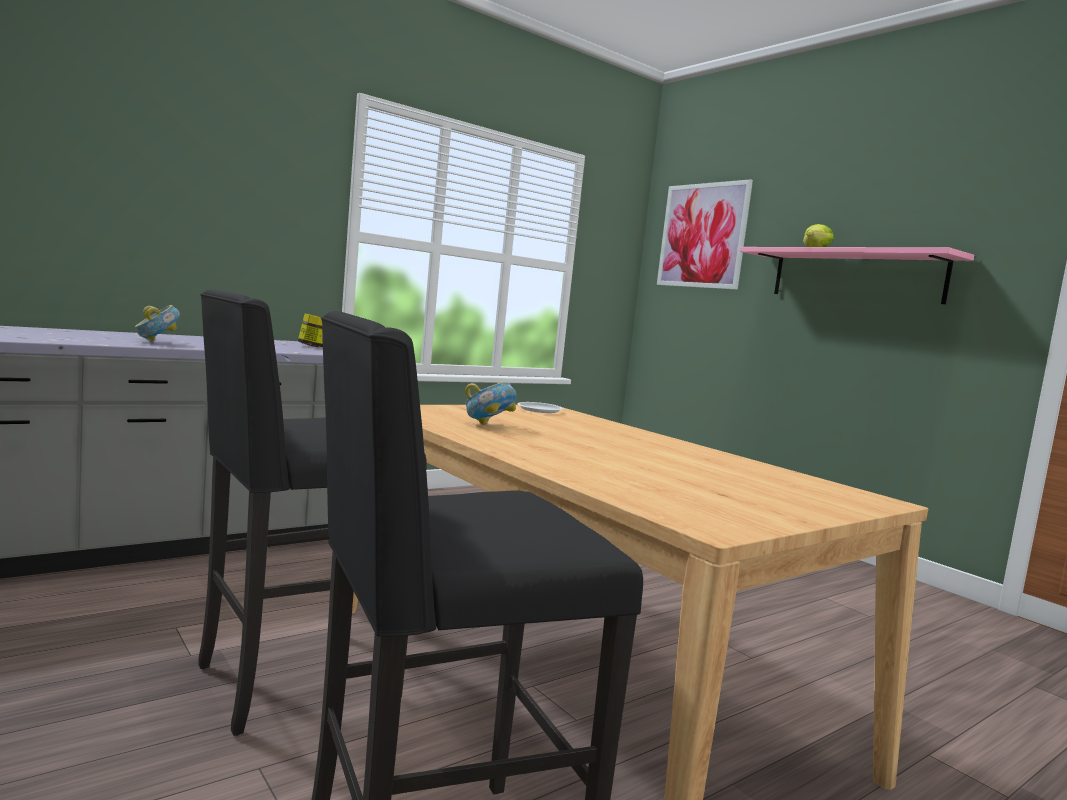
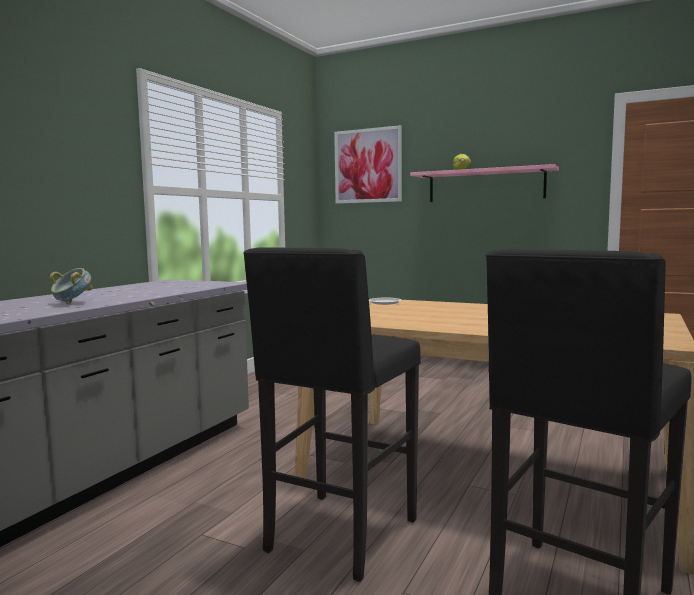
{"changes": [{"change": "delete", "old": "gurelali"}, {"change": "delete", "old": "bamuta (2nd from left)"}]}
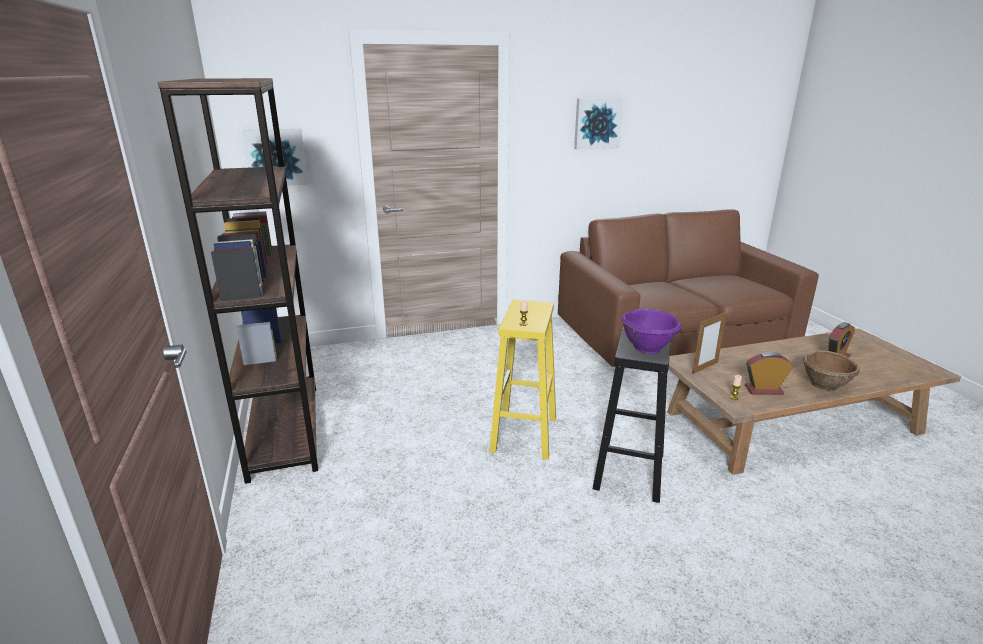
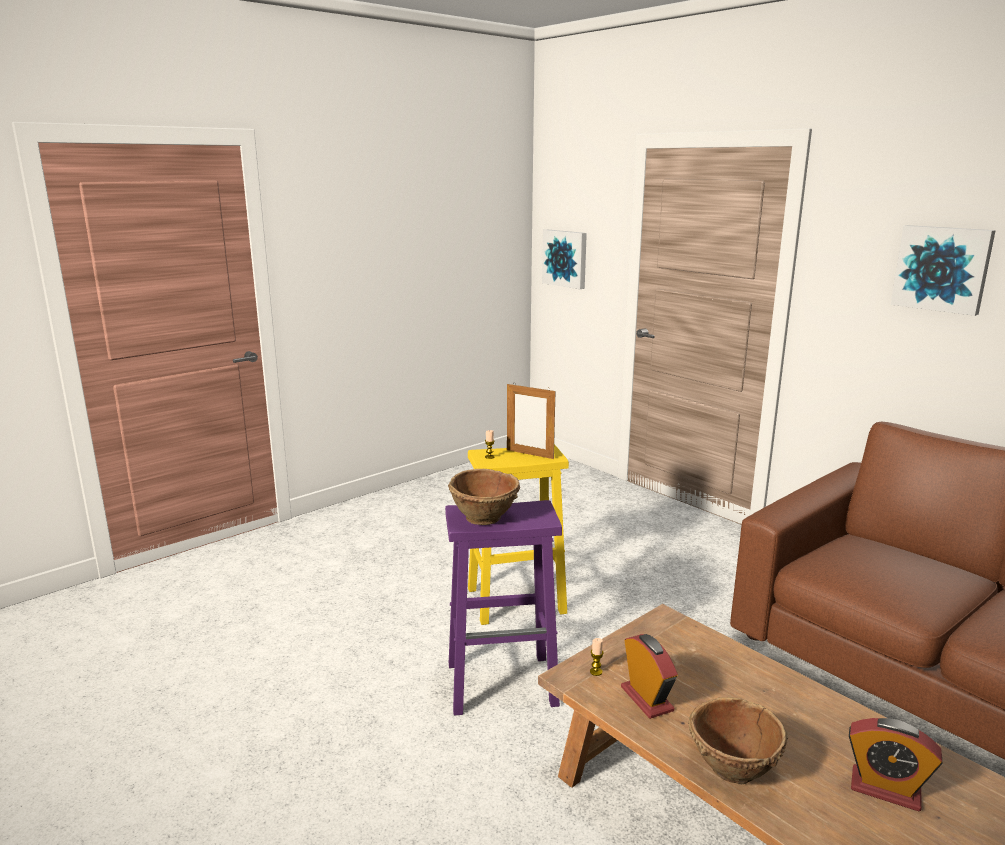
{"changes": [{"change": "delete", "old": "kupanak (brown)"}, {"change": "recolor", "old": "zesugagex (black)", "new": "zesugagex (purple)"}, {"change": "recolor", "old": "bamuta (purple)", "new": "bamuta (brown) (1st from left)"}, {"change": "move", "old": "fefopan"}]}
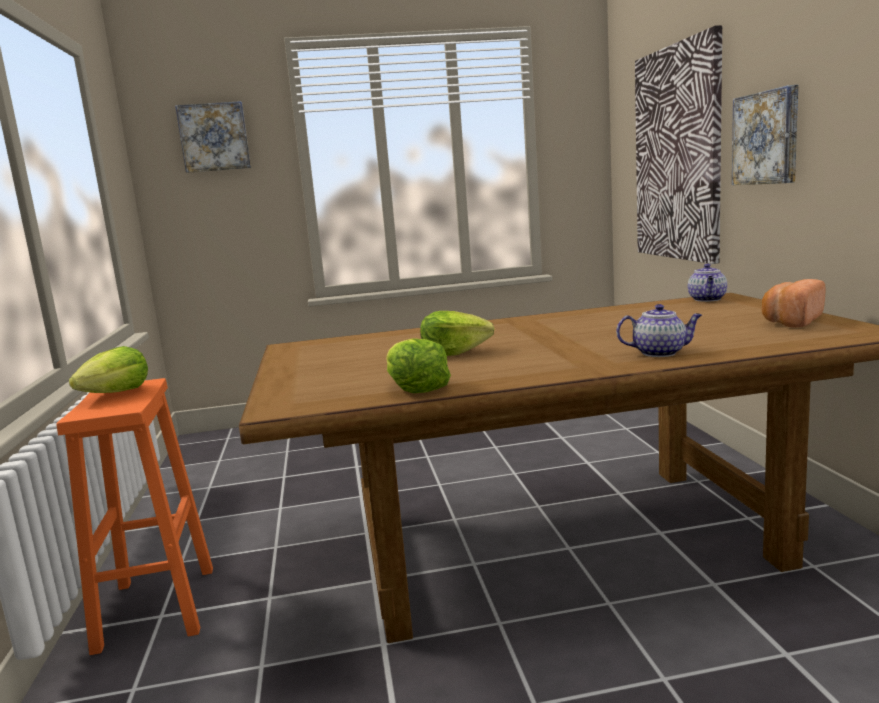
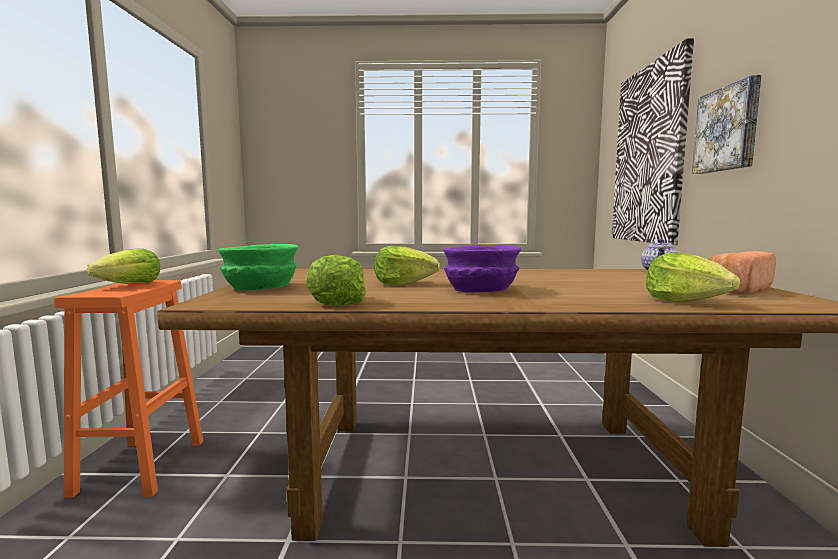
{"changes": [{"change": "delete", "old": "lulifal (1st from left)"}, {"change": "delete", "old": "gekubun (1st from left)"}, {"change": "insert", "new": "bamuta (green)"}, {"change": "insert", "new": "bamuta (purple)"}, {"change": "insert", "new": "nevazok (4th from left)"}]}
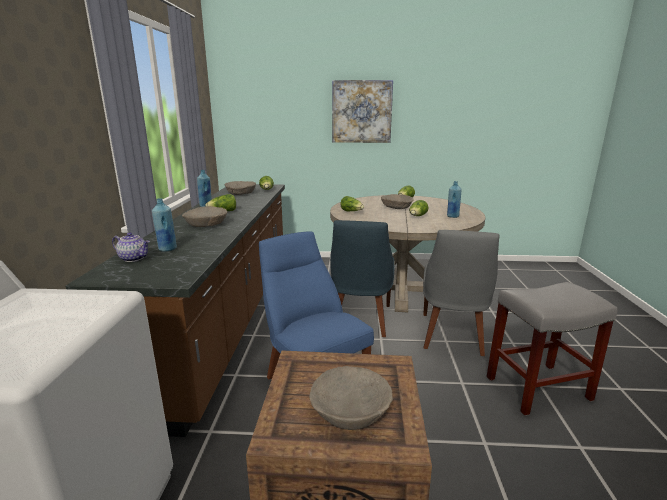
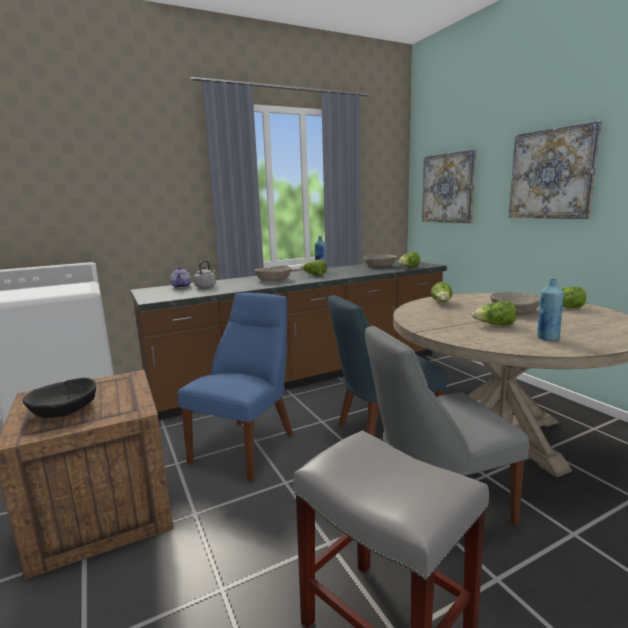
{"changes": [{"change": "replace", "old": "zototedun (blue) (1st from left)", "new": "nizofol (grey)"}, {"change": "recolor", "old": "bamuta (beige) (3rd from left)", "new": "bamuta (black)"}, {"change": "insert", "new": "lulifal (1st from left)"}]}
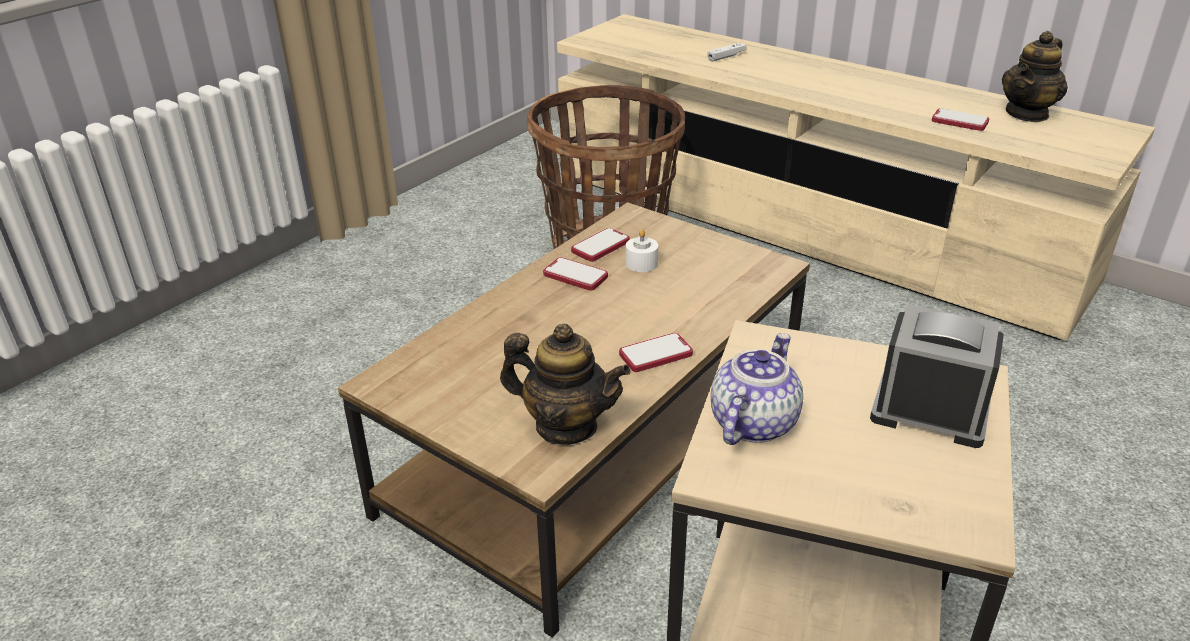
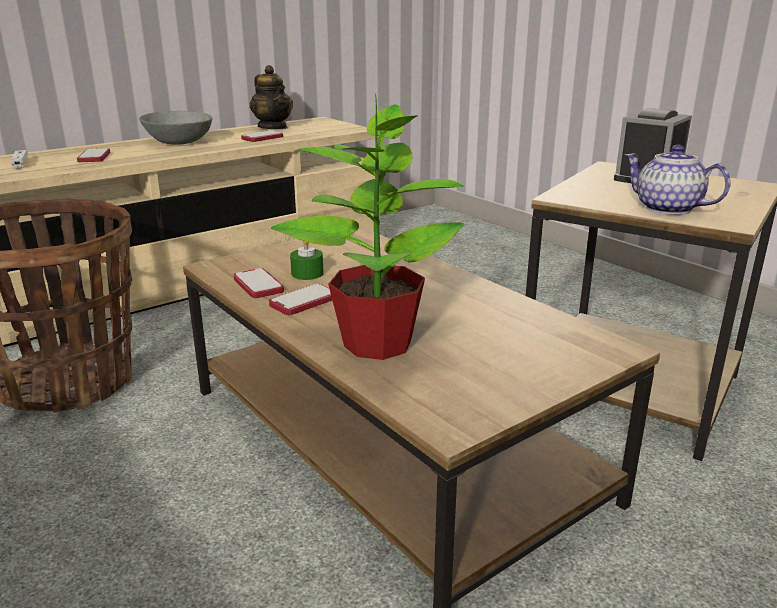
{"changes": [{"change": "delete", "old": "gekubun (1st from left)"}, {"change": "move", "old": "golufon (3rd from left in the first image)", "new": "golufon (1st from left)"}, {"change": "recolor", "old": "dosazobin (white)", "new": "dosazobin (green)"}, {"change": "insert", "new": "bamuta (grey)"}, {"change": "insert", "new": "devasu"}]}
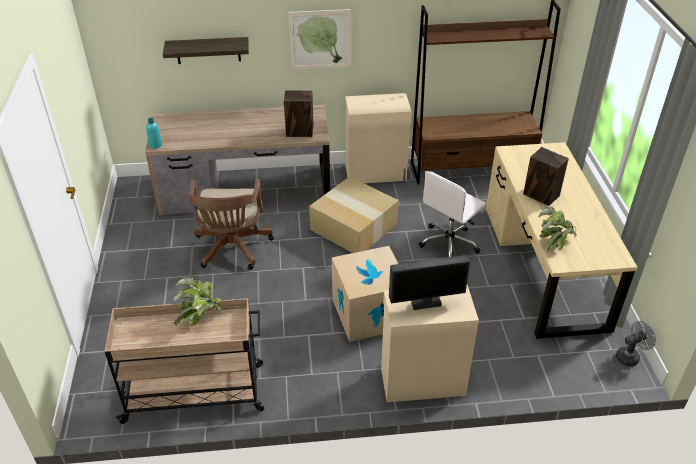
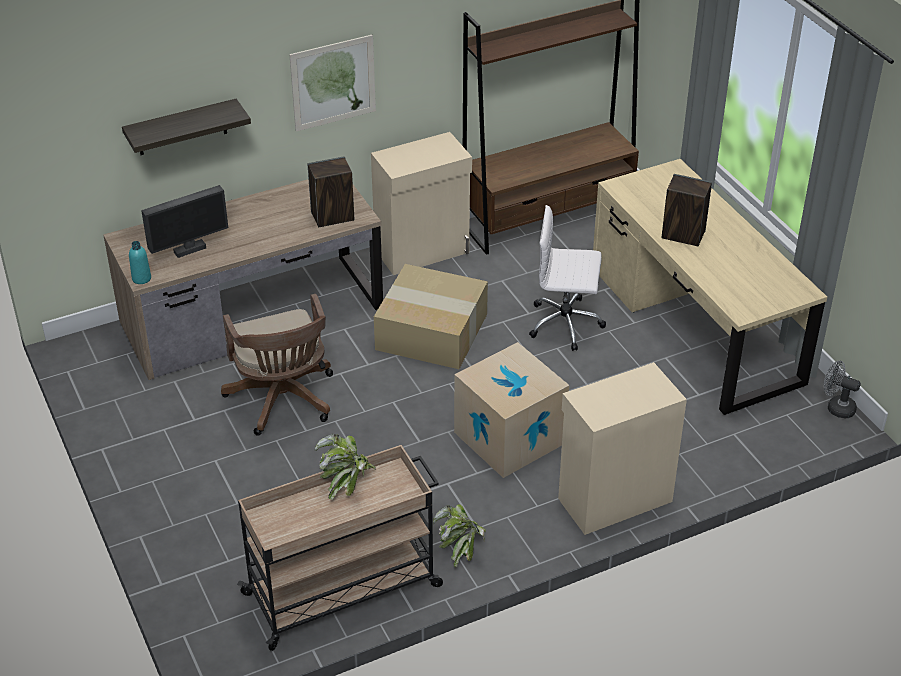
{"changes": [{"change": "move", "old": "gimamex"}, {"change": "rotate", "old": "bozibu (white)", "degrees": 75}, {"change": "move", "old": "devasu (2nd from left)"}, {"change": "rotate", "old": "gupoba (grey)", "degrees": -105}]}
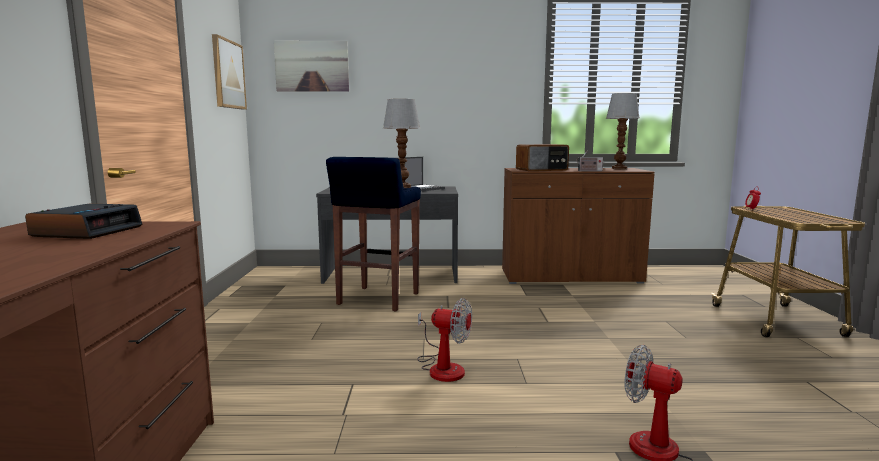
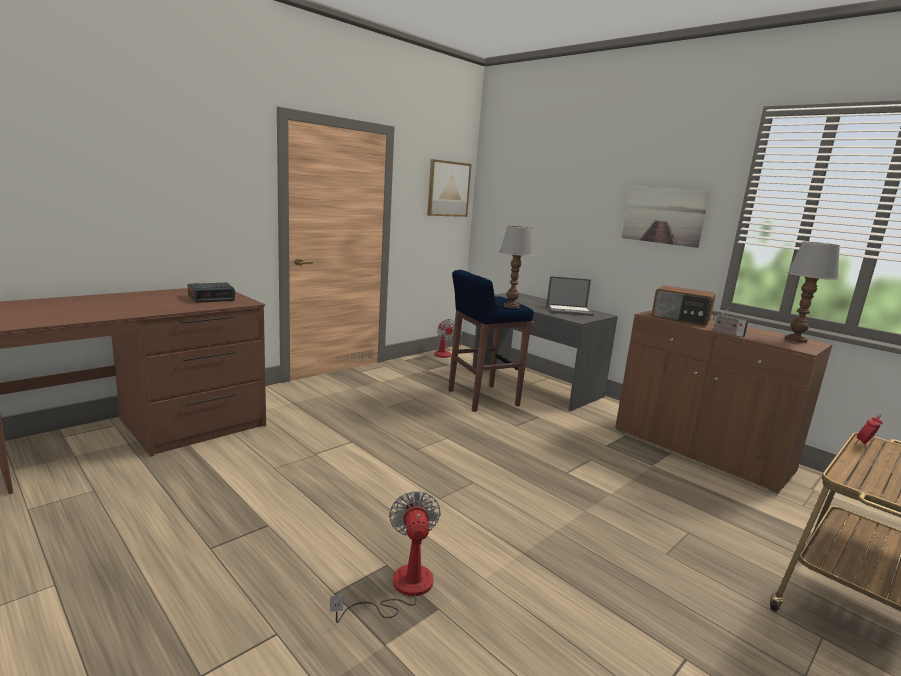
{"changes": [{"change": "move", "old": "lulifal (2nd from left)"}, {"change": "move", "old": "gupoba (1st from left in the first image)", "new": "gupoba (2nd from left)"}]}
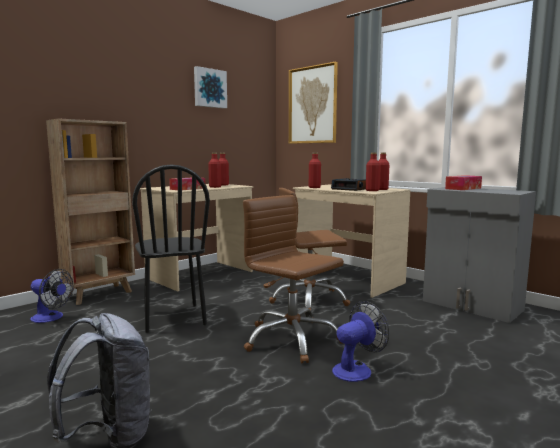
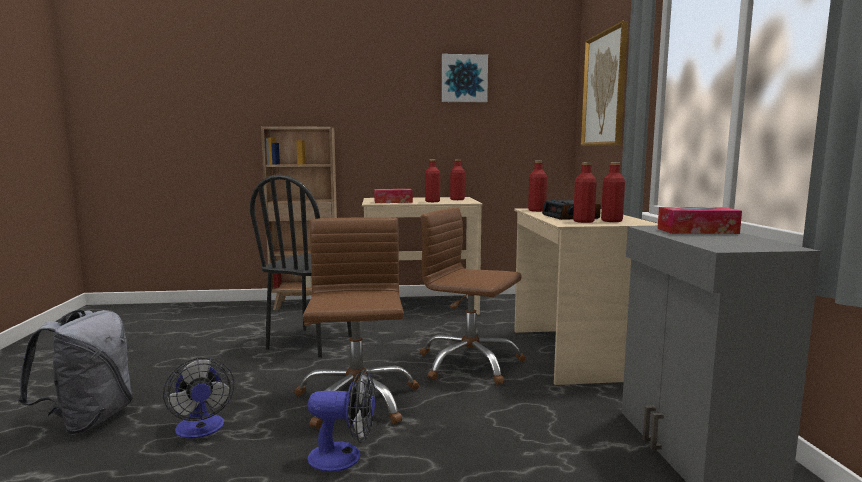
{"changes": [{"change": "move", "old": "gupoba (1st from left)"}]}
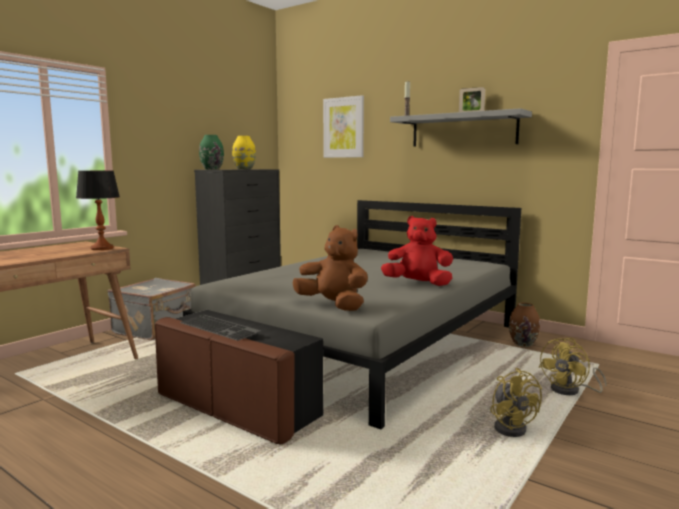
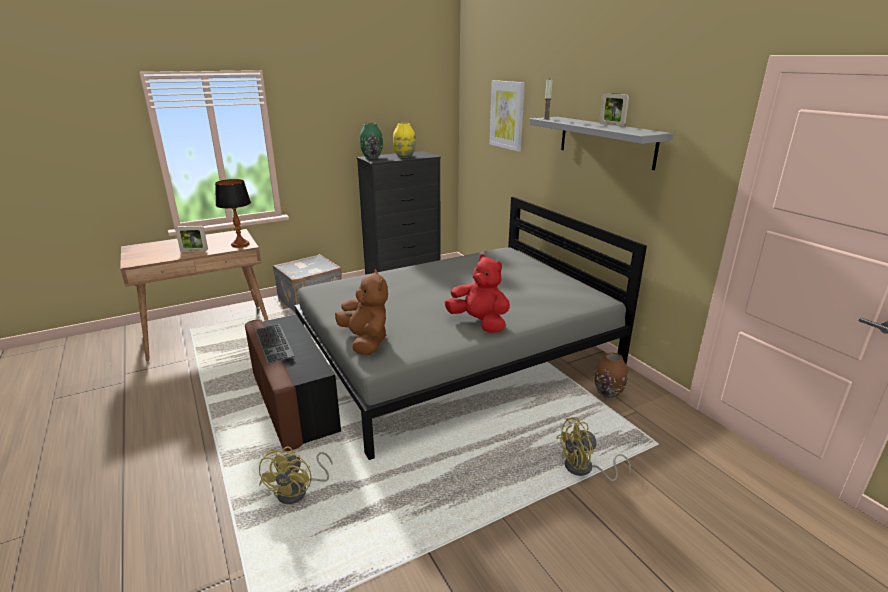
{"changes": [{"change": "move", "old": "gupoba (yellow) (1st from left)"}, {"change": "insert", "new": "fefopan (1st from left)"}]}
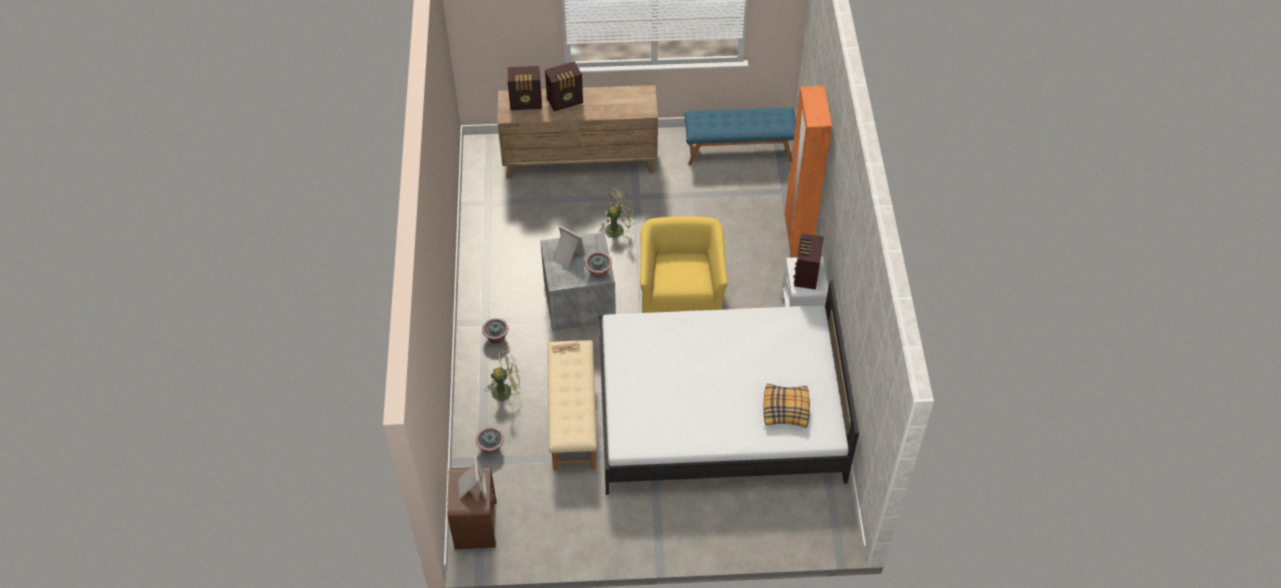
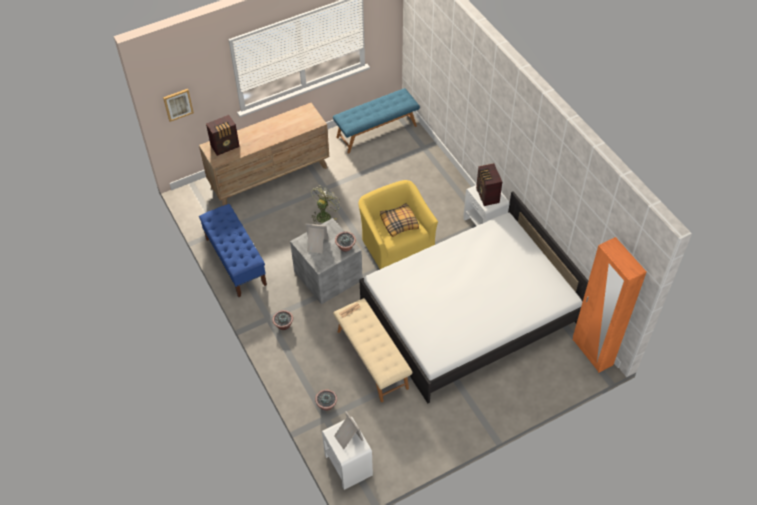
{"changes": [{"change": "recolor", "old": "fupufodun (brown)", "new": "fupufodun (white) (1st from left)"}, {"change": "delete", "old": "gupoba (green) (1st from left)"}, {"change": "delete", "old": "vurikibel (2nd from left)"}, {"change": "move", "old": "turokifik"}, {"change": "move", "old": "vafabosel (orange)"}, {"change": "insert", "new": "lulifal"}, {"change": "insert", "new": "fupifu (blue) (1st from left)"}]}
